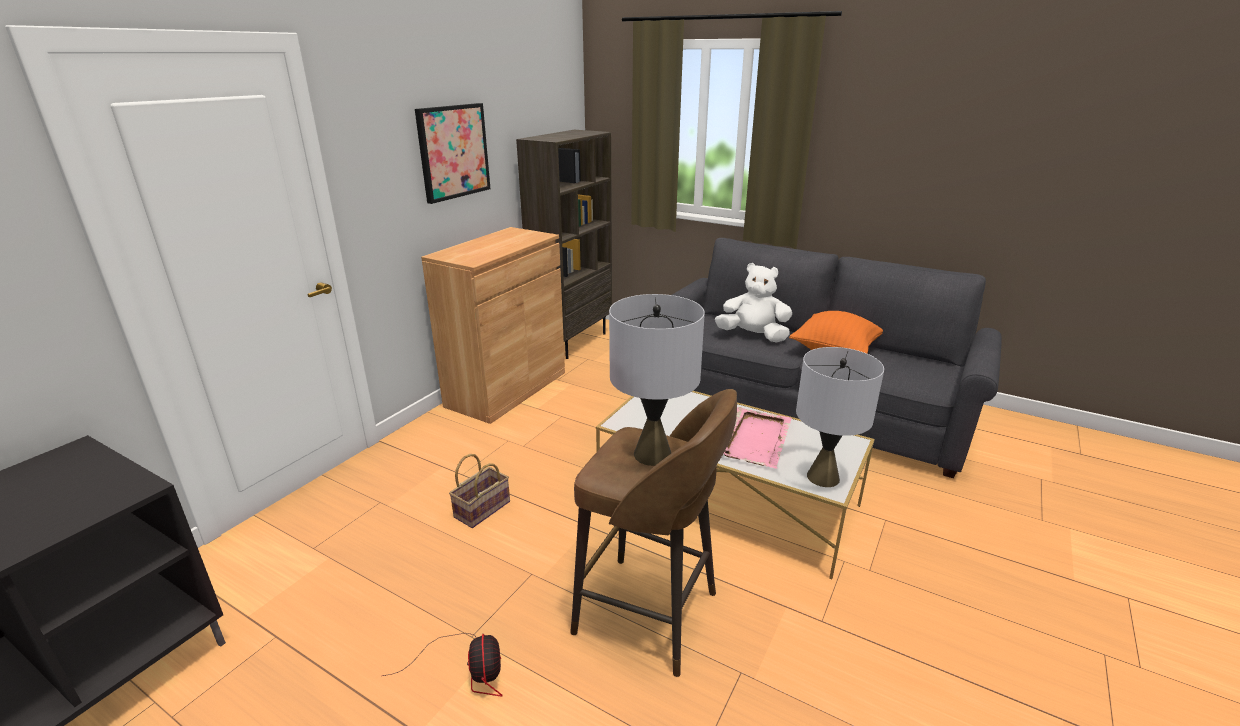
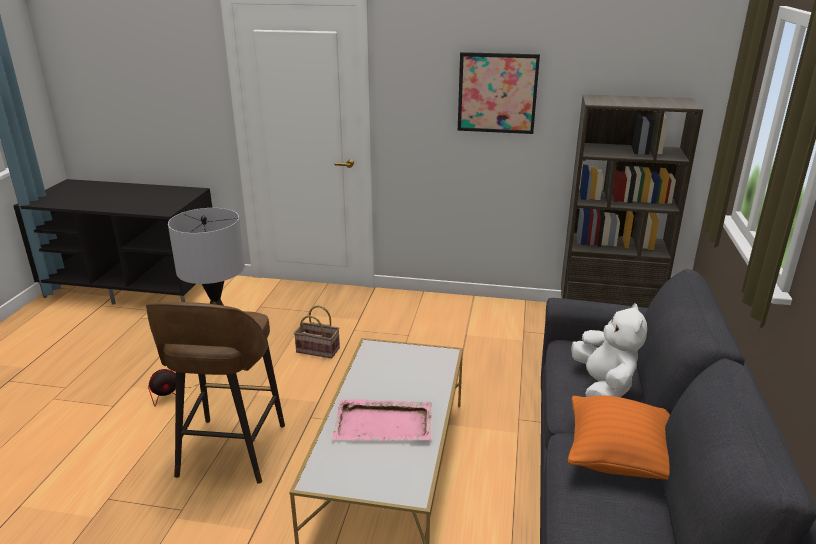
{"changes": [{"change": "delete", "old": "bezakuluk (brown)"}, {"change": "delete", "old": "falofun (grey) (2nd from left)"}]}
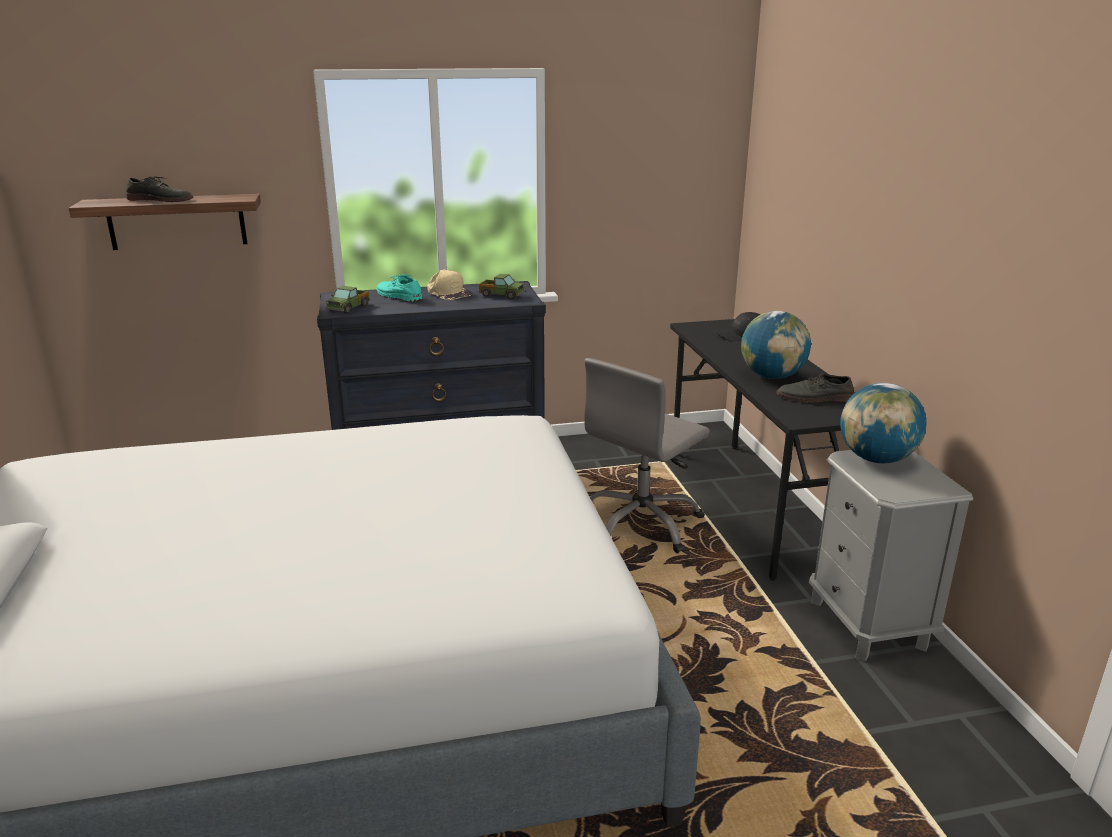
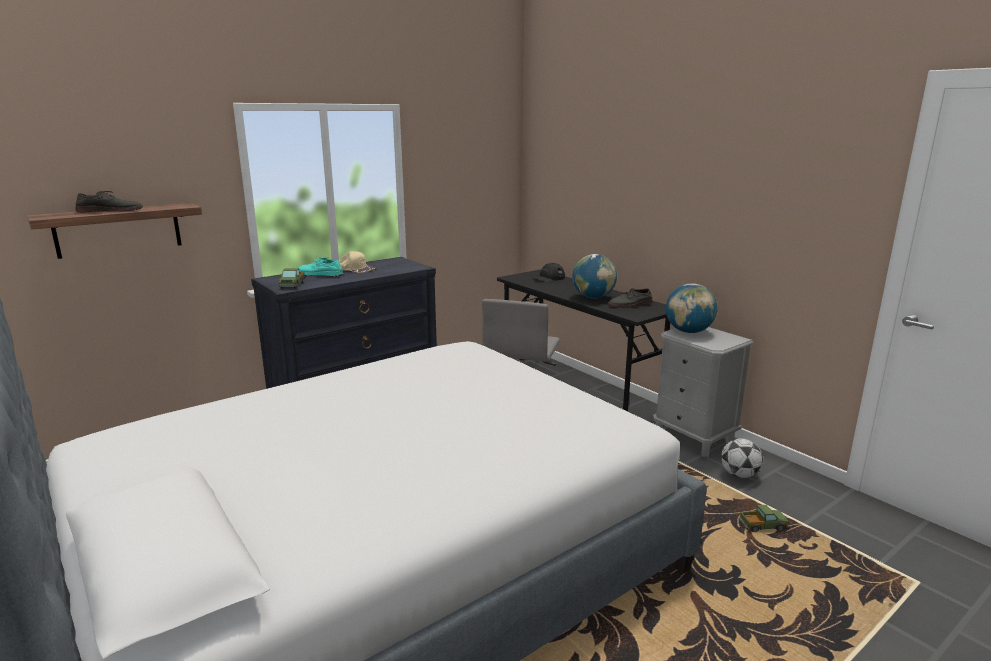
{"changes": [{"change": "move", "old": "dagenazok (2nd from left)"}, {"change": "insert", "new": "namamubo"}]}
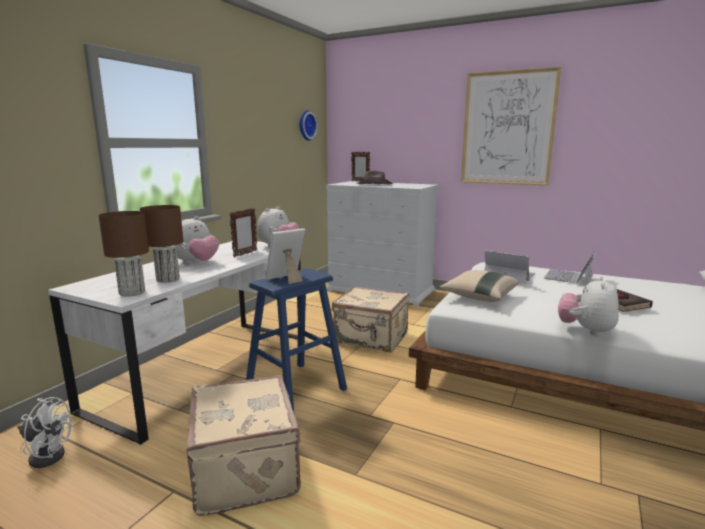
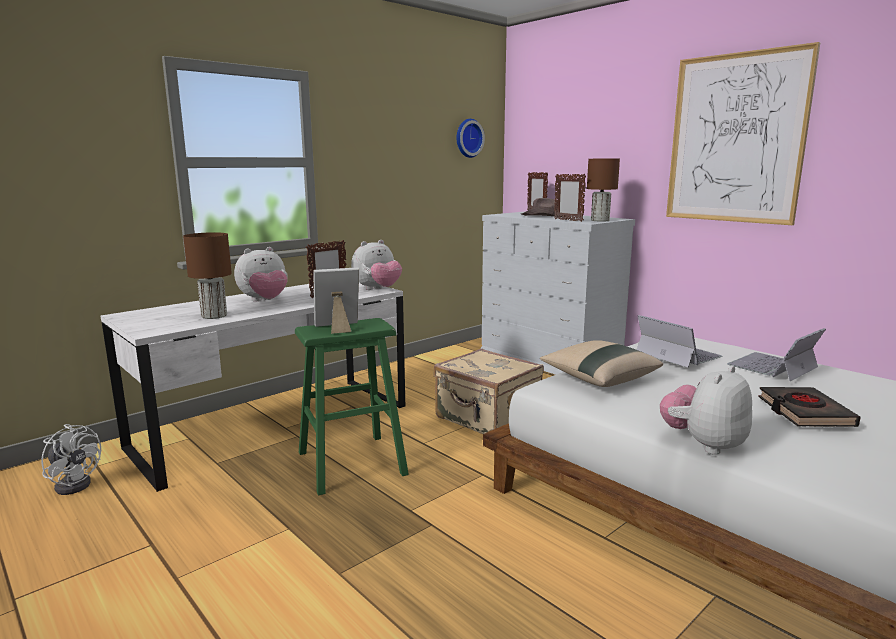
{"changes": [{"change": "move", "old": "falofun (brown) (1st from left in the first image)", "new": "falofun (brown) (2nd from left)"}, {"change": "delete", "old": "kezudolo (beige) (1st from left)"}, {"change": "recolor", "old": "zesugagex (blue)", "new": "zesugagex (green)"}, {"change": "insert", "new": "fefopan (4th from left)"}]}
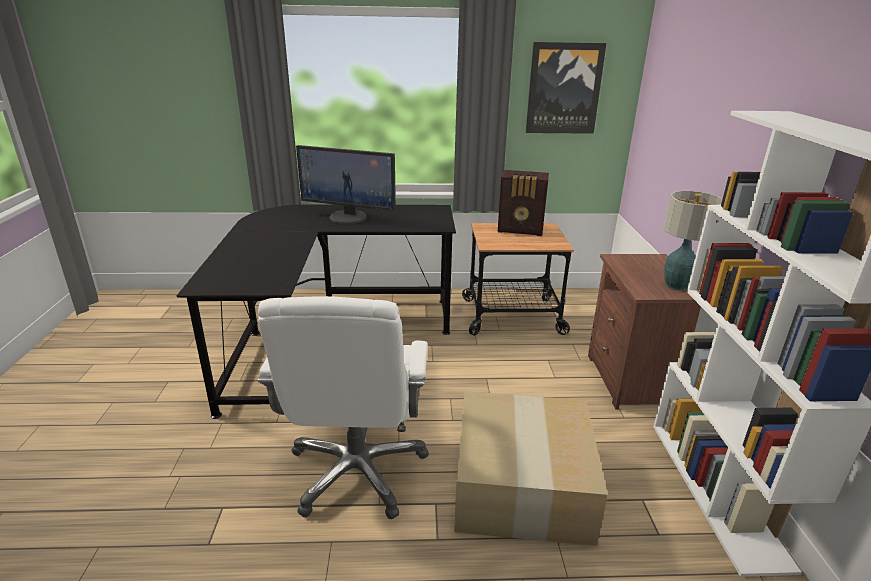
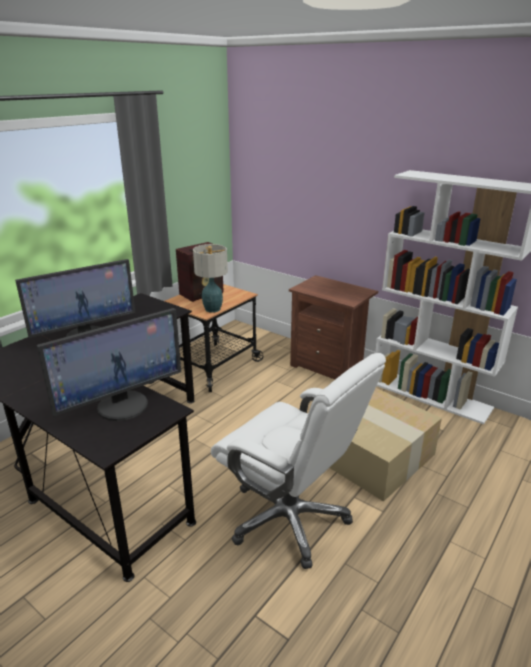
{"changes": [{"change": "delete", "old": "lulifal"}, {"change": "move", "old": "falofun"}, {"change": "insert", "new": "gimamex (2nd from left)"}]}
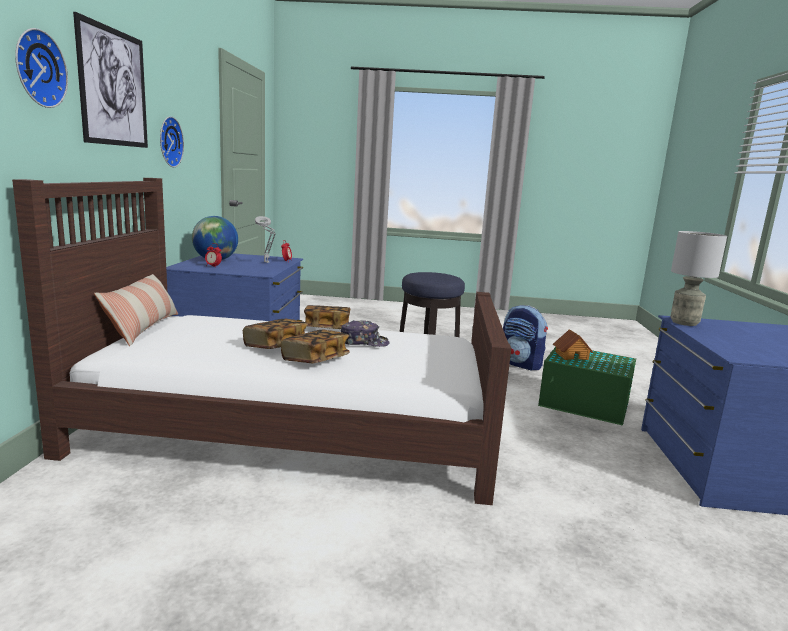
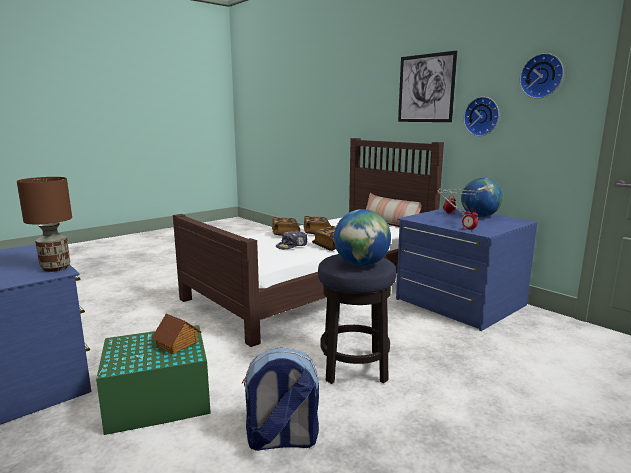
{"changes": [{"change": "move", "old": "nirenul (1st from left in the first image)", "new": "nirenul (2nd from left)"}, {"change": "recolor", "old": "falofun (grey) (2nd from left)", "new": "falofun (brown)"}, {"change": "insert", "new": "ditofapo (1st from left)"}]}
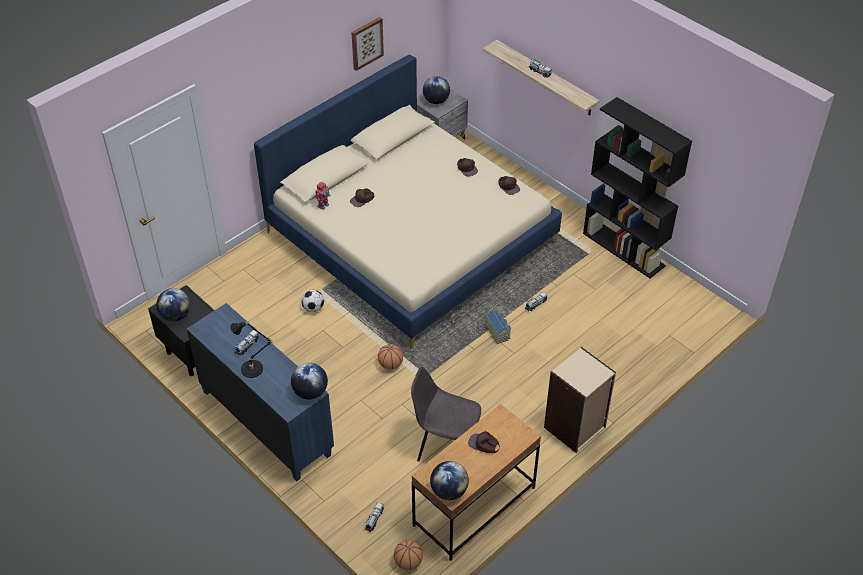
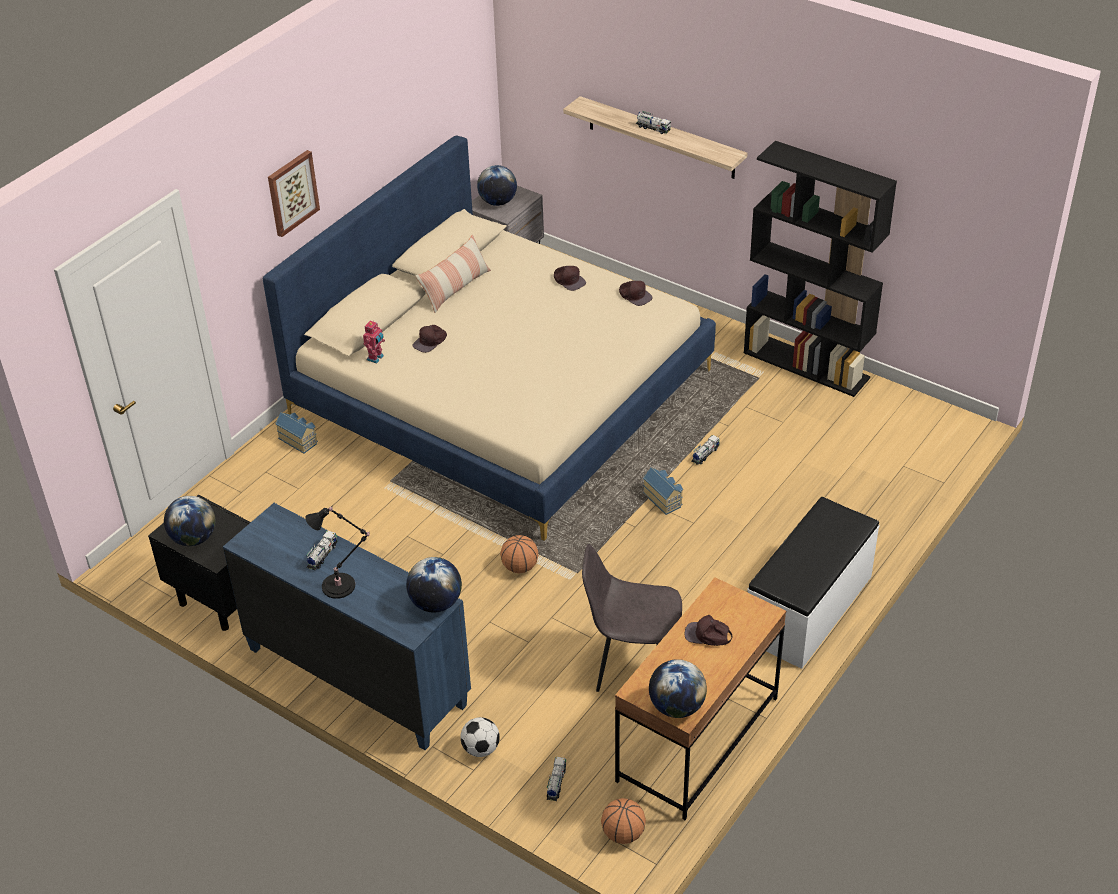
{"changes": [{"change": "move", "old": "namamubo"}, {"change": "move", "old": "lulifal"}, {"change": "replace", "old": "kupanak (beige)", "new": "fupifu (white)"}, {"change": "insert", "new": "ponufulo (1st from left)"}, {"change": "insert", "new": "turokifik"}]}
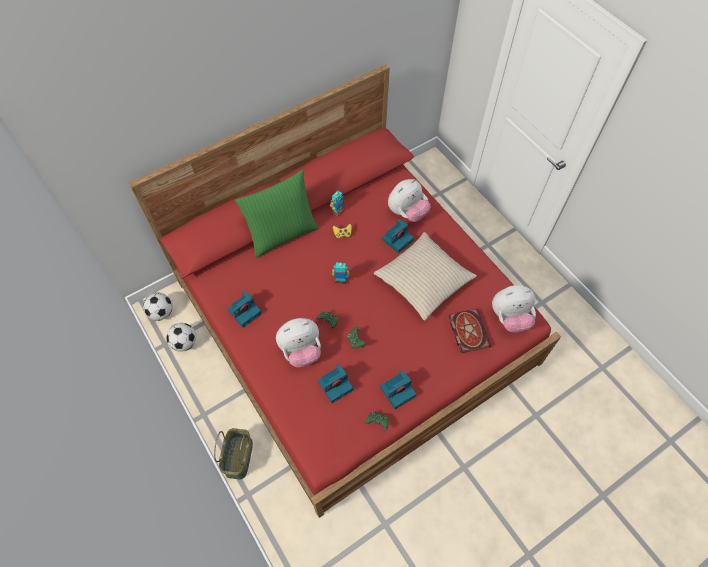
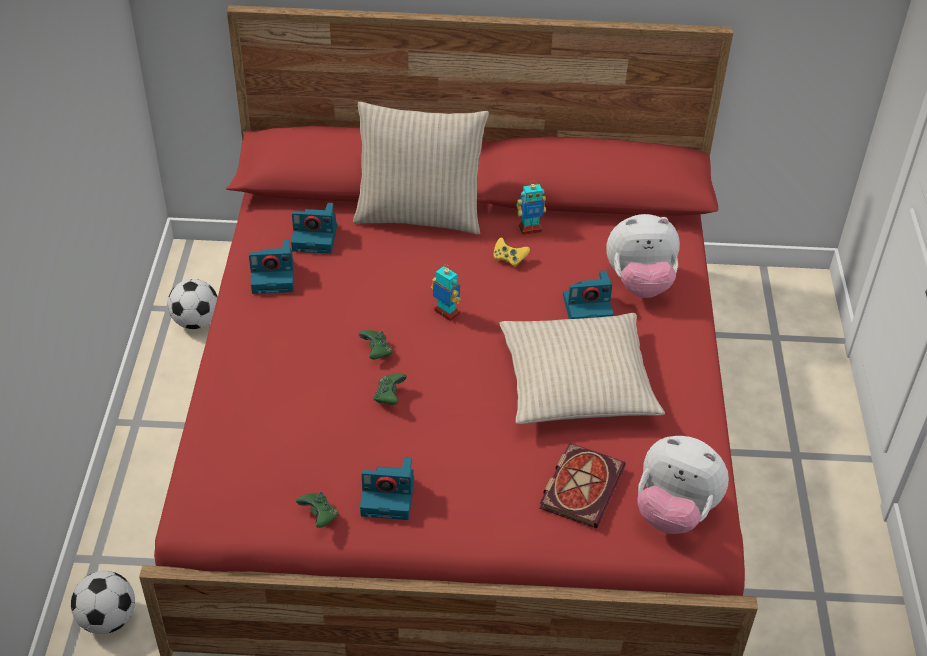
{"changes": [{"change": "move", "old": "namamubo (1st from left)"}, {"change": "delete", "old": "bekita"}, {"change": "recolor", "old": "turokifik (green)", "new": "turokifik (beige) (1st from left)"}, {"change": "delete", "old": "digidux (1st from left)"}, {"change": "move", "old": "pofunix (2nd from left)"}]}
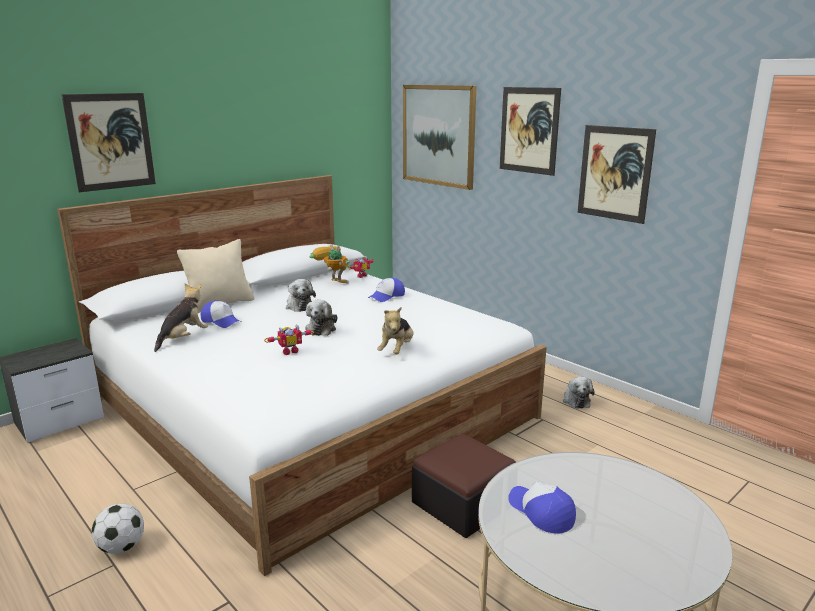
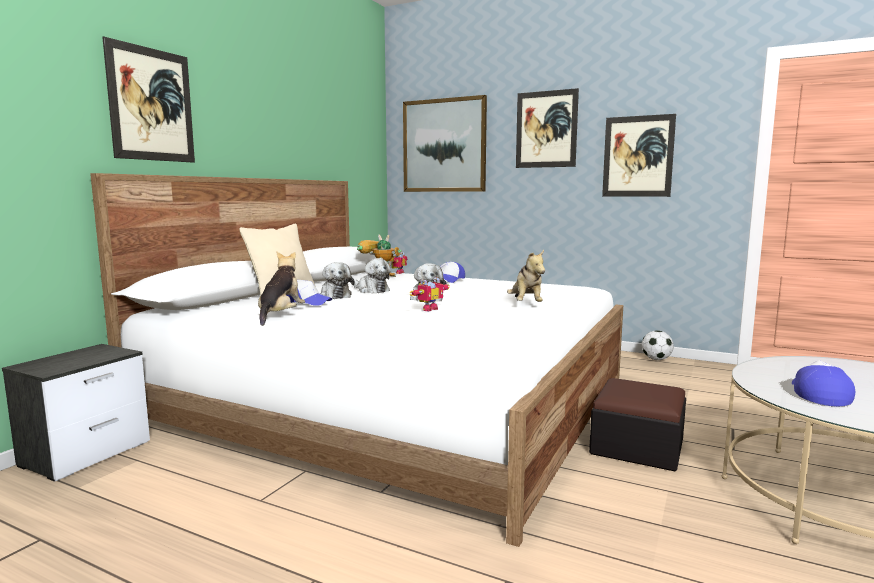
{"changes": [{"change": "move", "old": "namamubo"}, {"change": "rotate", "old": "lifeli (3rd from left)", "degrees": 75}, {"change": "move", "old": "digidux (5th from left in the first image)", "new": "digidux (2nd from left)"}]}
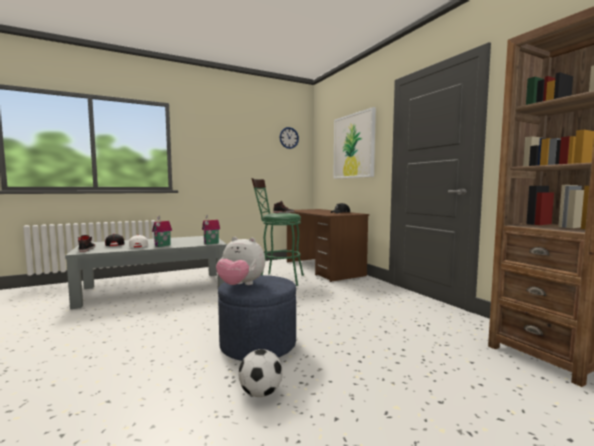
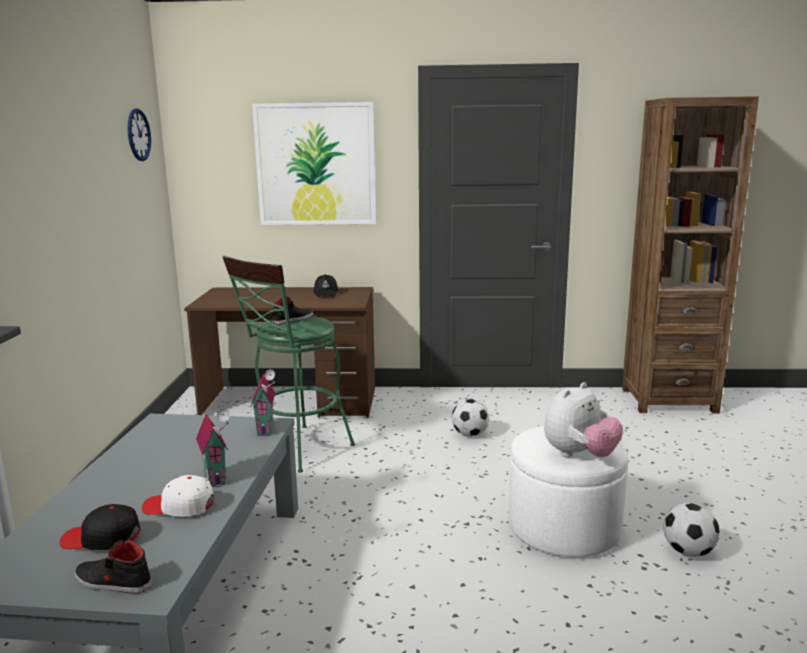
{"changes": [{"change": "recolor", "old": "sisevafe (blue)", "new": "sisevafe (white)"}, {"change": "insert", "new": "namamubo (1st from left)"}]}
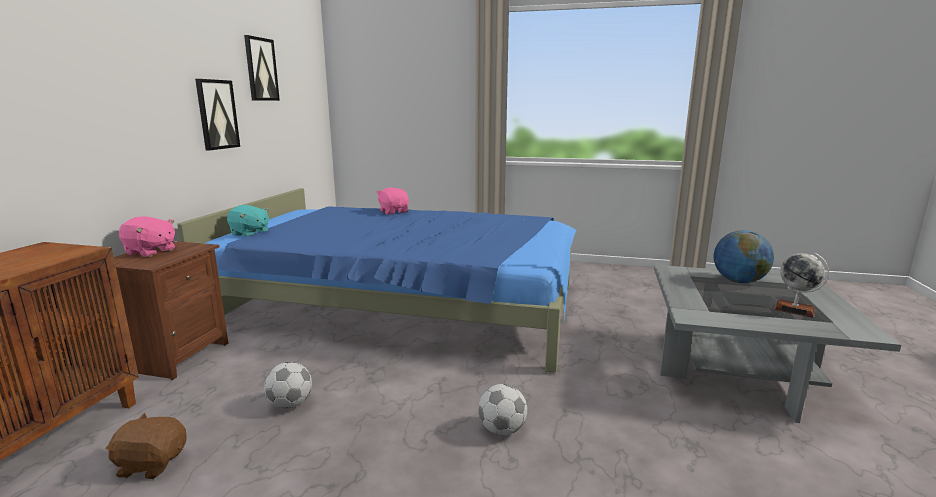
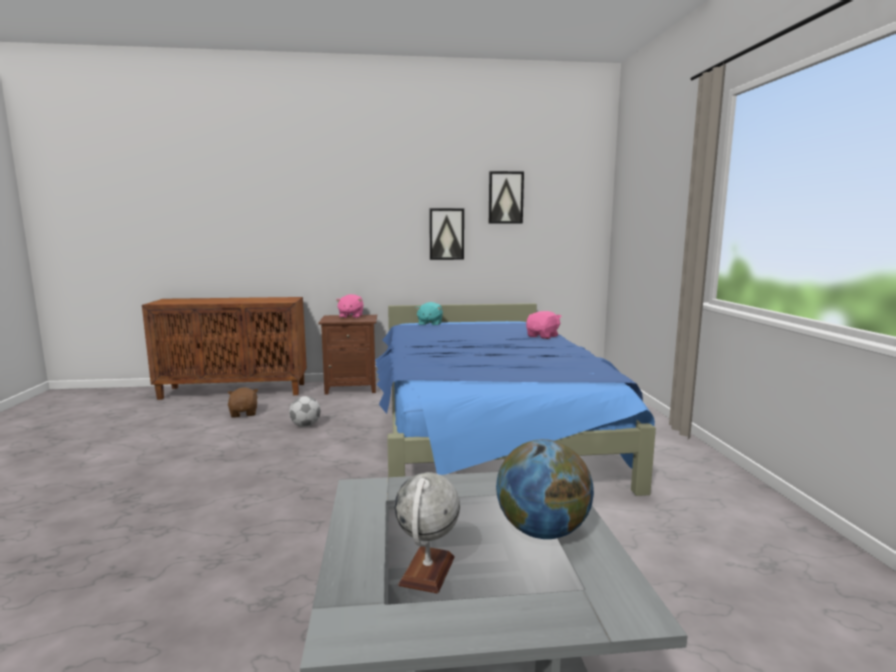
{"changes": [{"change": "delete", "old": "namamubo (2nd from left)"}]}
